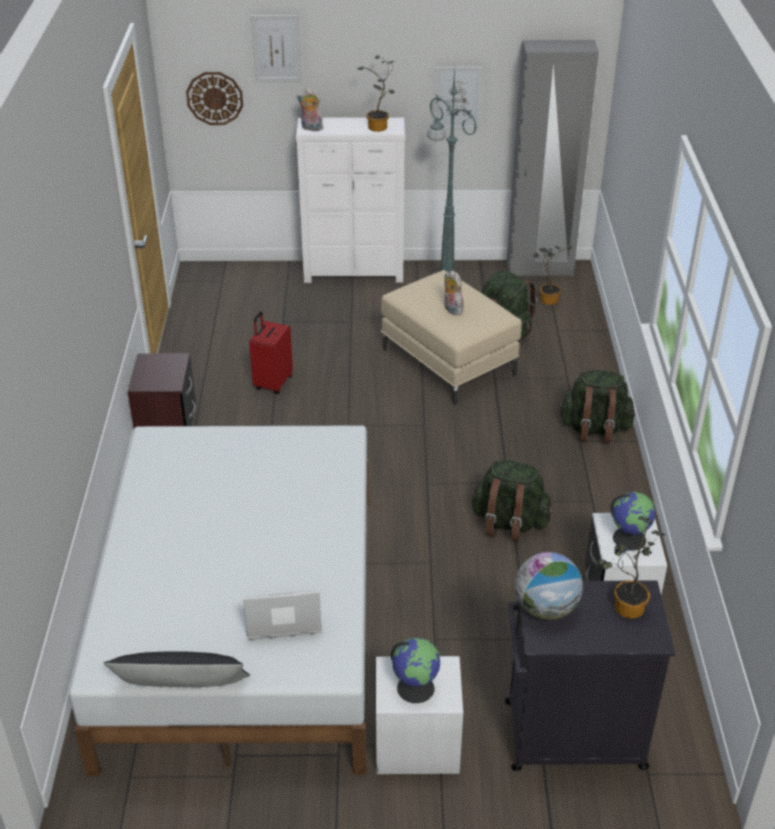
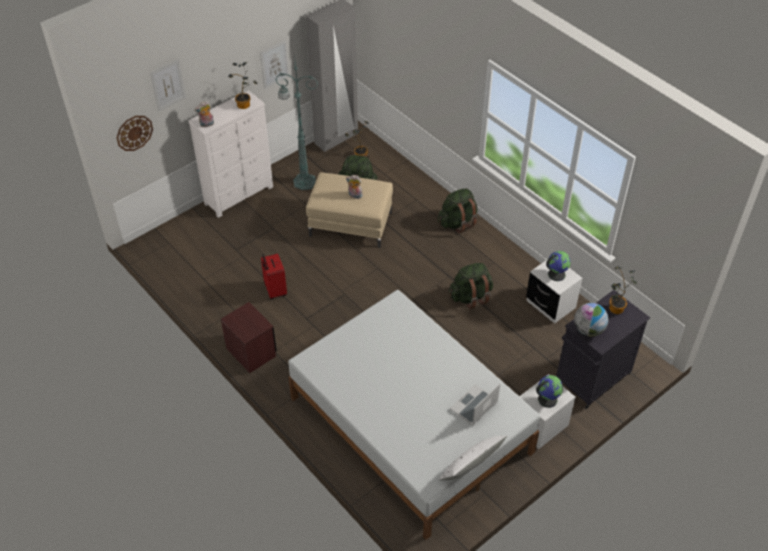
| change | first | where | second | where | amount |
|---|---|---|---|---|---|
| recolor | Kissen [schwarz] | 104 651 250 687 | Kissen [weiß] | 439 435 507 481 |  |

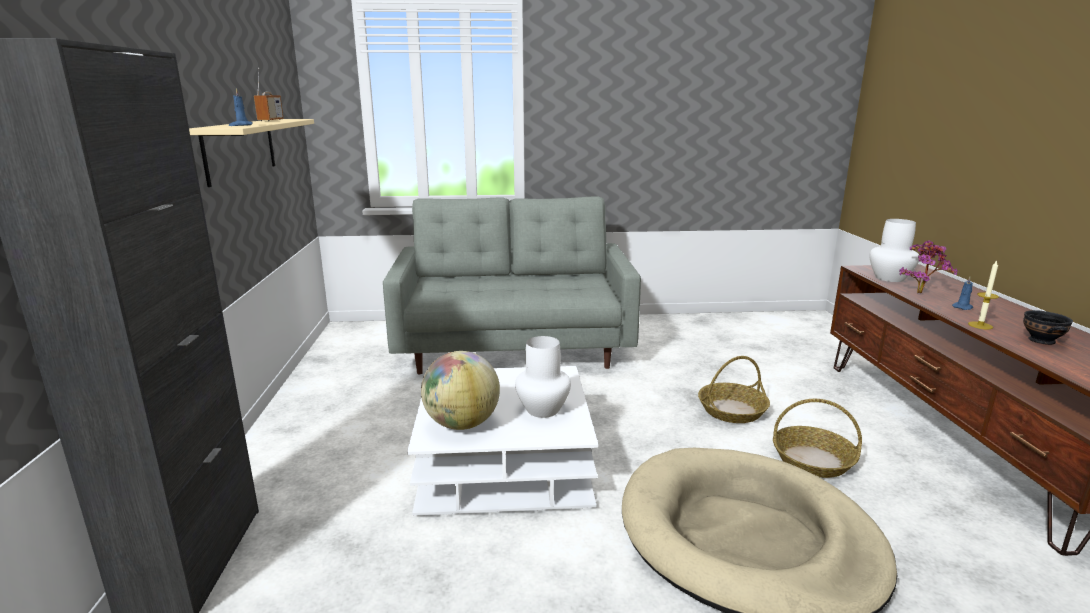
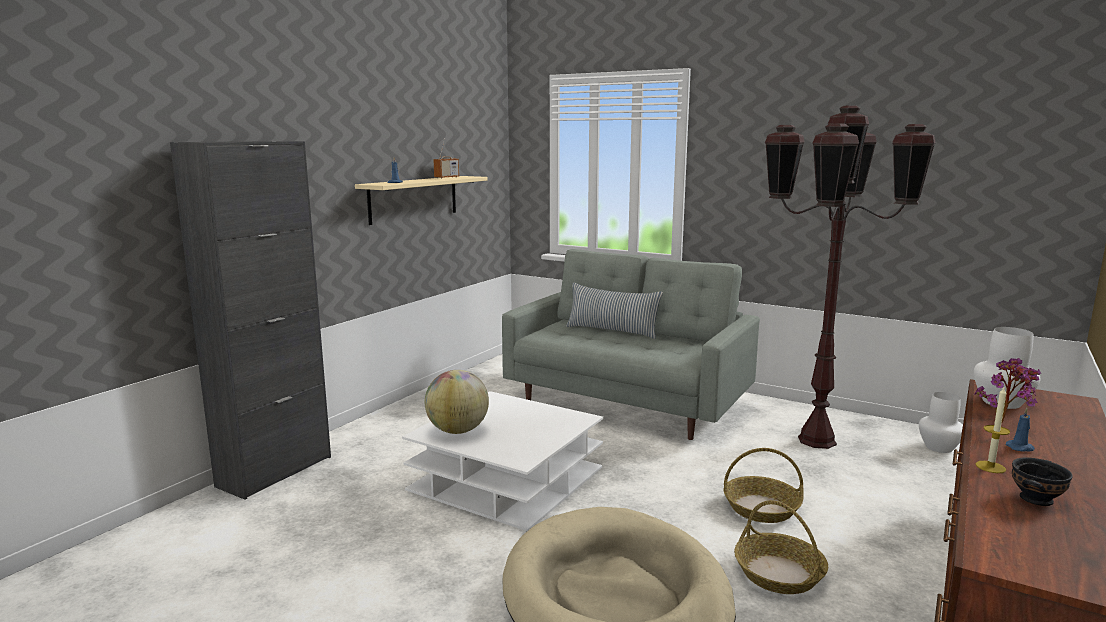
| change | first | where | second | where | amount |
|---|---|---|---|---|---|
| insert |  |  | Kissen | 566 283 663 339 |  |
| insert |  |  | Stehlampe [braun] | 765 105 935 449 |  |
| move | Vase [weiß] | 515 336 571 418 |  | 919 392 963 453 |  |

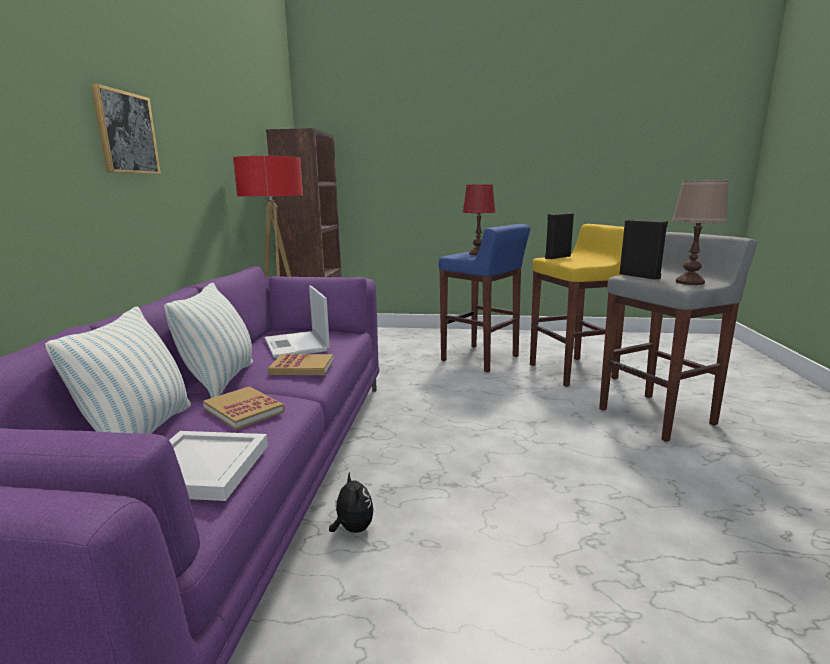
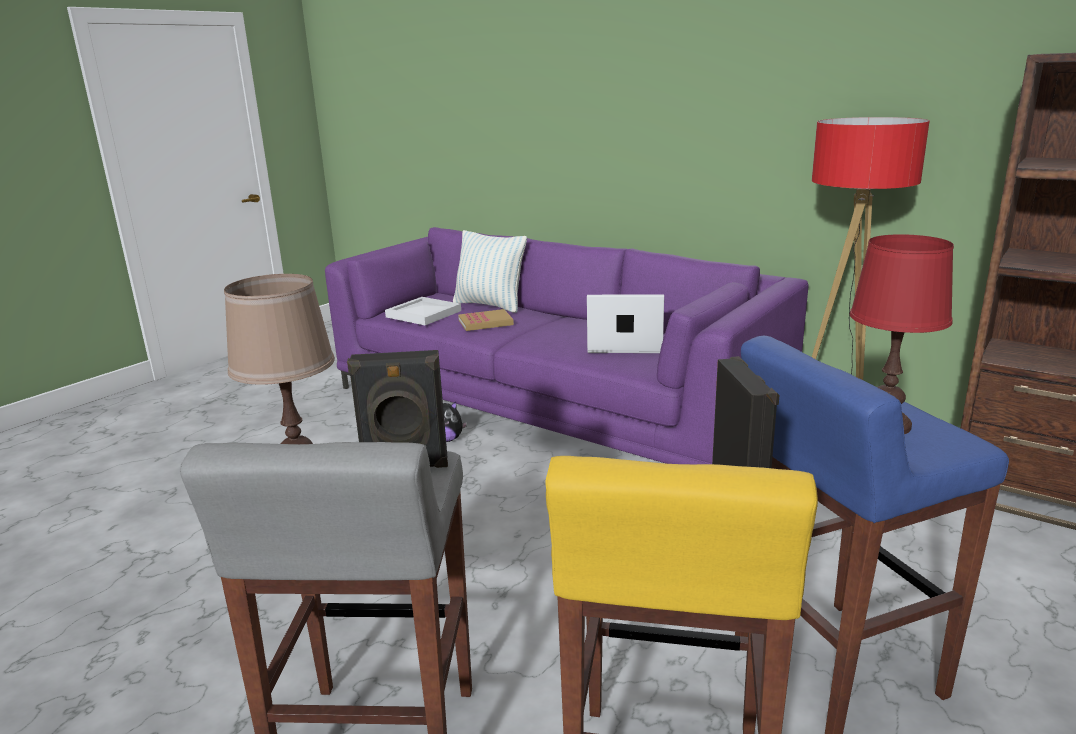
| change | first | where | second | where | amount |
|---|---|---|---|---|---|
| delete | Bild | 91 84 161 174 |  |  |  |
| delete | Kissen | 164 283 253 398 |  |  |  |
| delete | Buch | 268 354 333 375 |  |  |  |

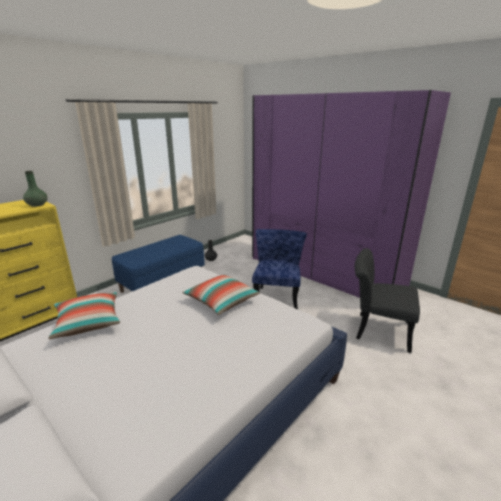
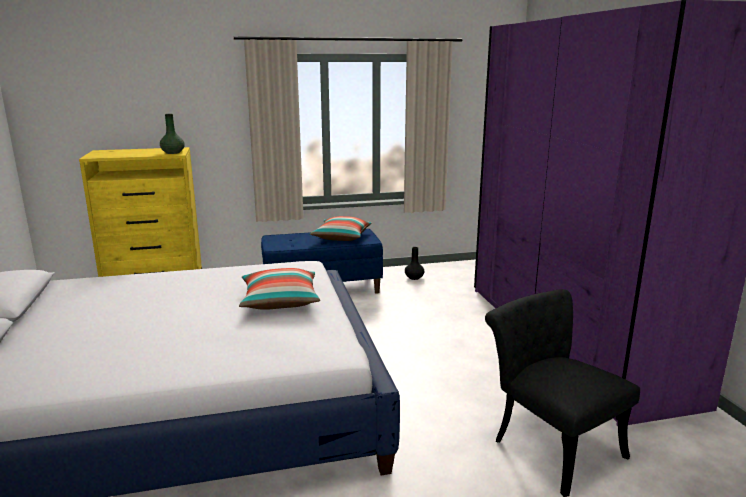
| change | first | where | second | where | amount |
|---|---|---|---|---|---|
| delete | Stuhl [blau] | 252 229 307 310 |  |  |  |
| move | Kissen | 48 292 120 339 |  | 310 216 371 241 |  |

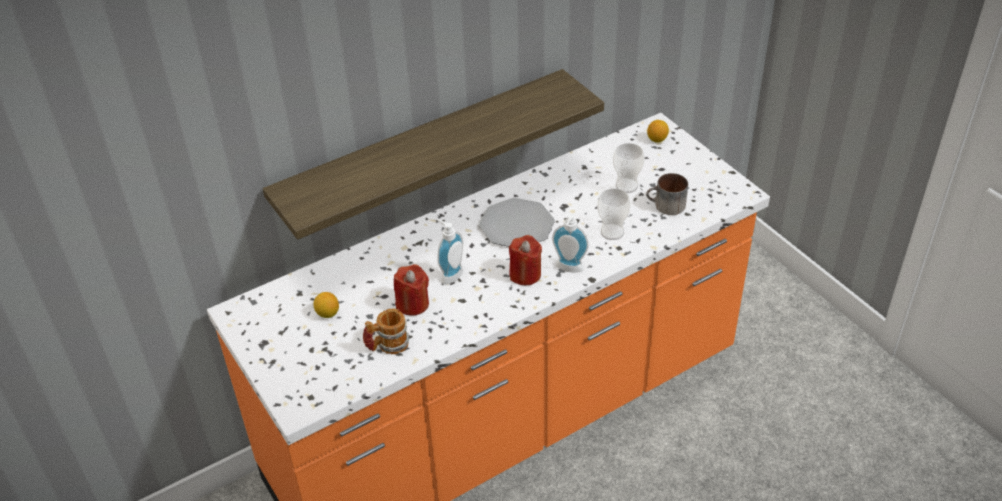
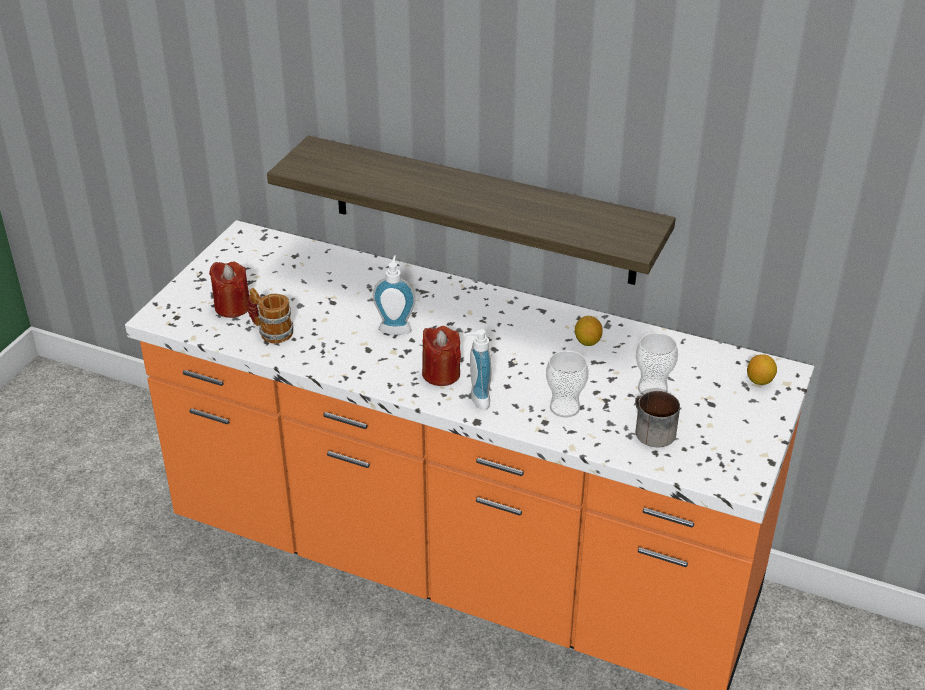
| change | first | where | second | where | amount |
|---|---|---|---|---|---|
| delete | Teller | 479 198 555 247 |  |  |  |
| move | Zitrone | 313 292 339 318 |  | 575 316 603 346 |  |
| move | Kerze [rot] | 394 264 429 316 |  | 209 262 249 318 |  |

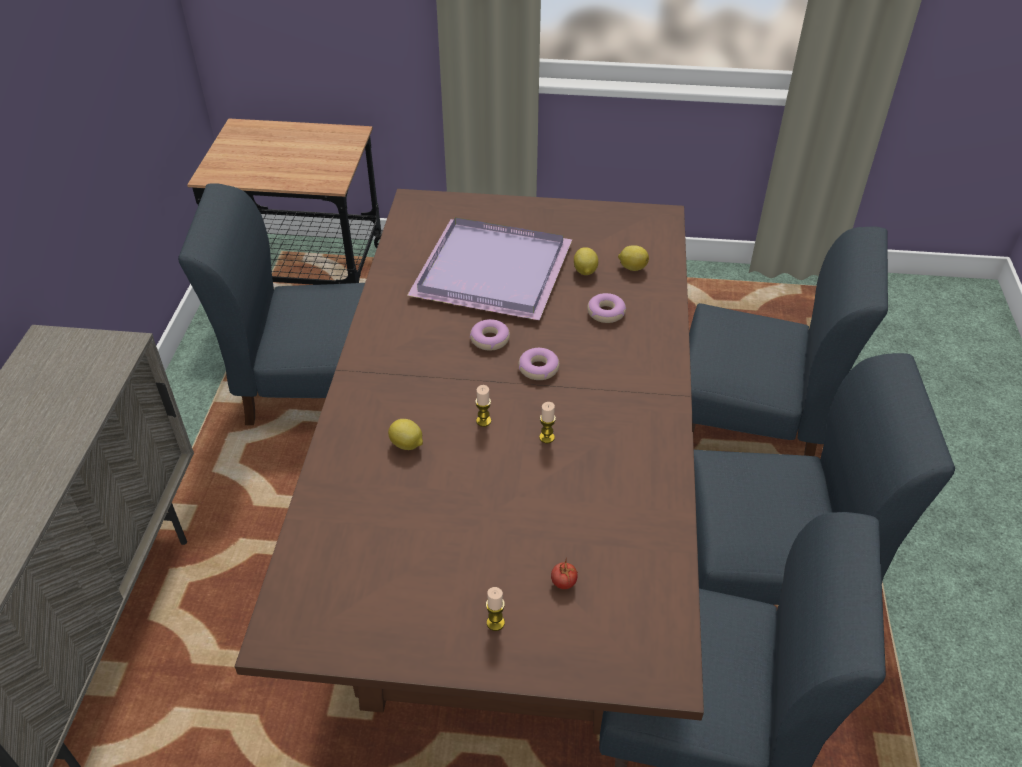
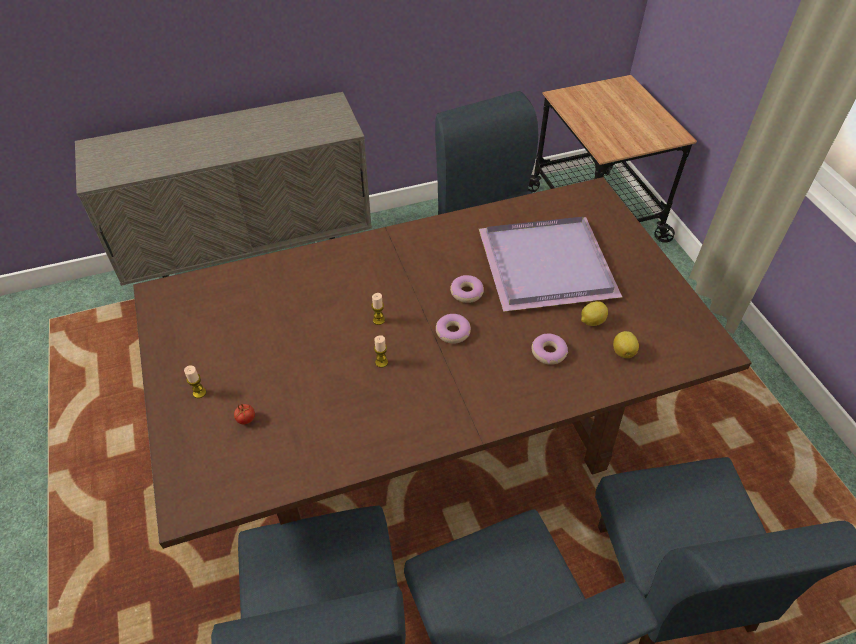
| change | first | where | second | where | amount |
|---|---|---|---|---|---|
| delete | Zitrone | 388 419 423 450 |  |  |  |

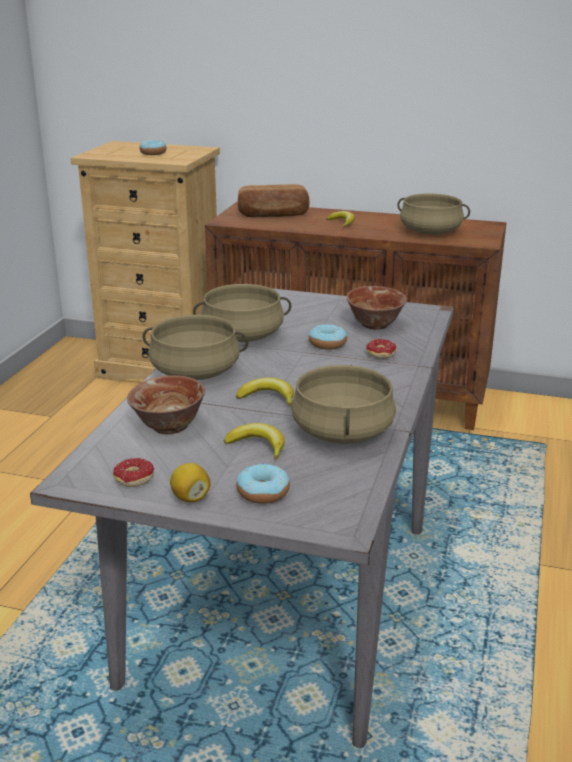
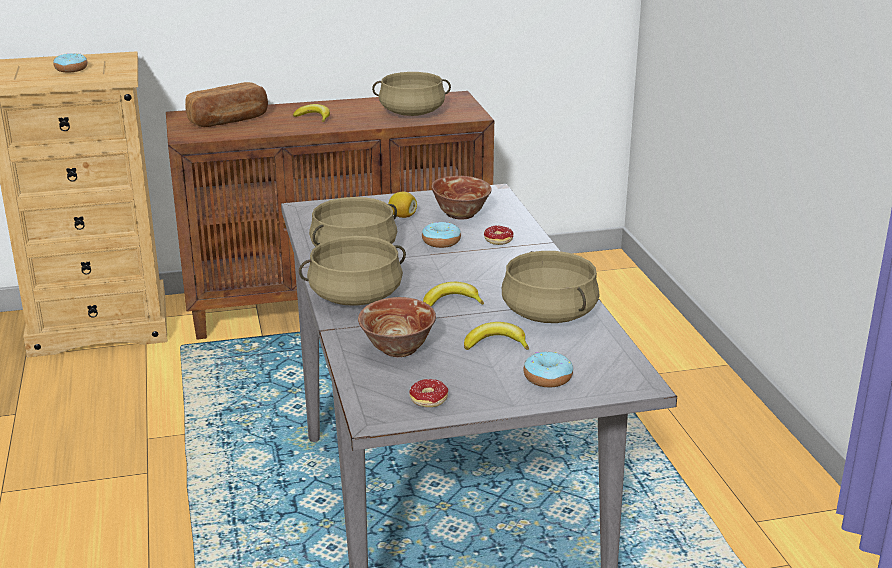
| change | first | where | second | where | amount |
|---|---|---|---|---|---|
| move | Zitrone | 170 463 210 502 |  | 388 192 417 218 |  |

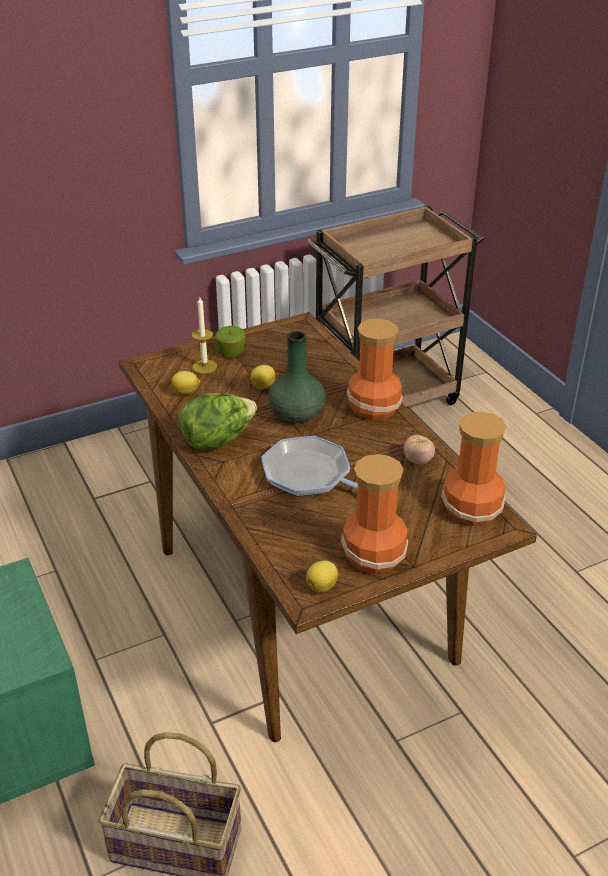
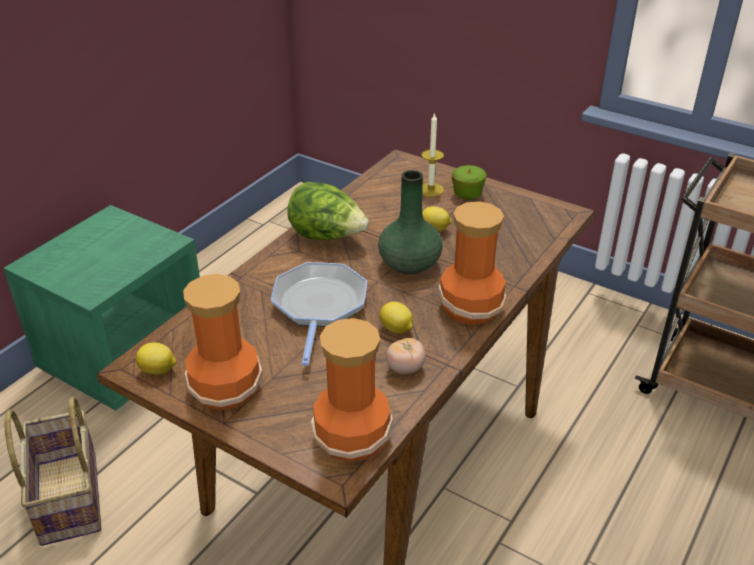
| change | first | where | second | where | amount |
|---|---|---|---|---|---|
| move | Zitrone | 171 371 200 395 |  | 379 302 413 334 |  |

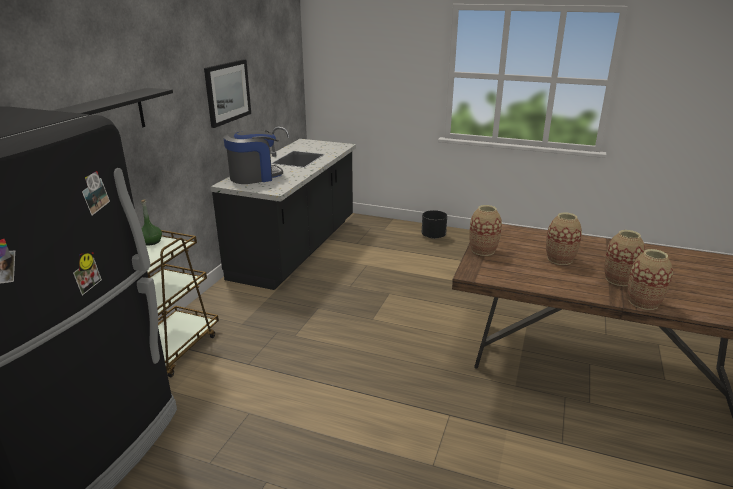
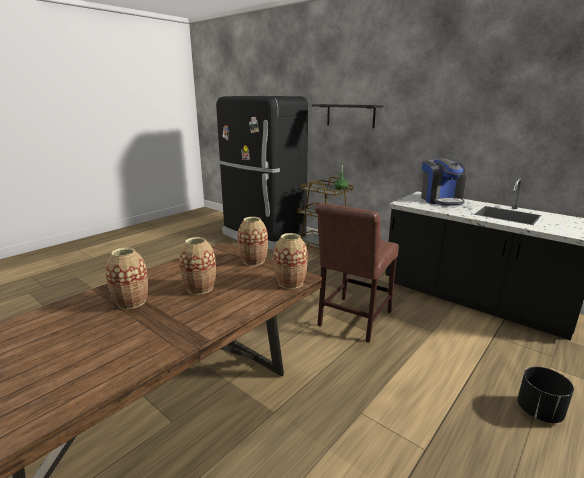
| change | first | where | second | where | amount |
|---|---|---|---|---|---|
| delete | Bild | 204 59 251 128 |  |  |  |
| insert |  |  | Stuhl [braun] | 315 203 399 343 |  |
| move | Vase | 628 249 673 310 |  | 274 233 308 289 |  |

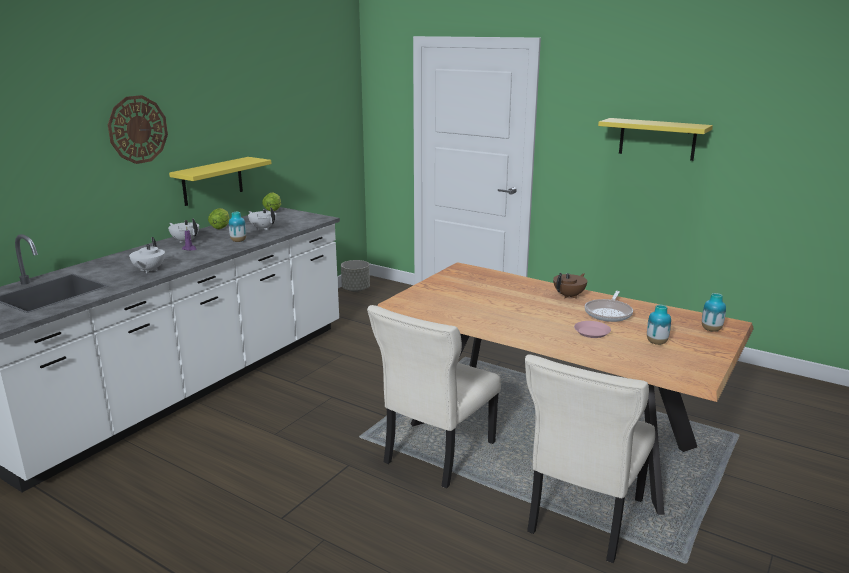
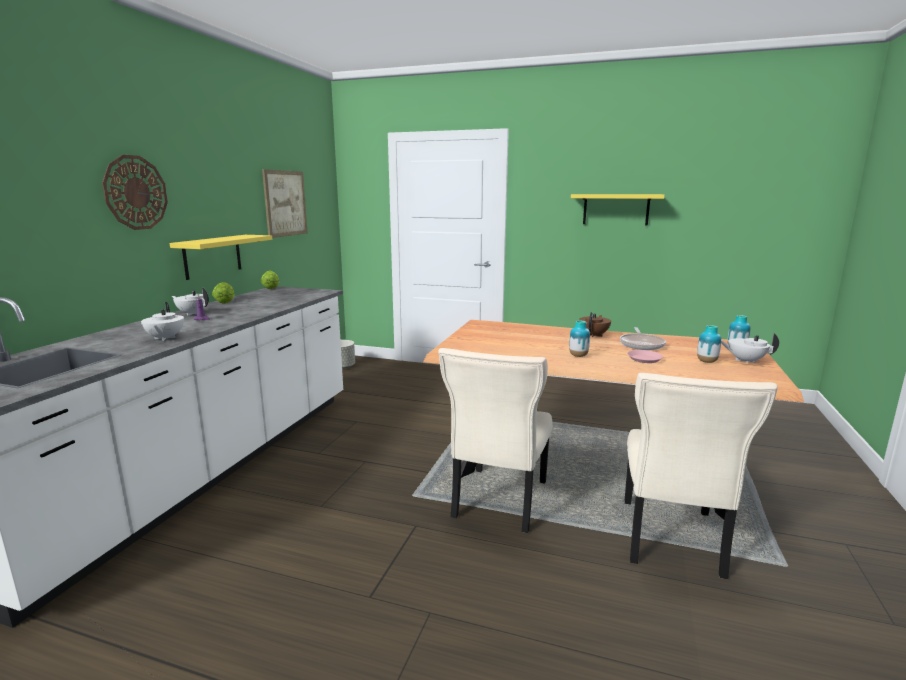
| change | first | where | second | where | amount |
|---|---|---|---|---|---|
| insert |  |  | Bild | 262 169 307 238 |  |
| move | Vase | 229 212 246 242 |  | 569 321 590 357 |  |
| move | Teekanne [weiß] | 248 207 276 230 |  | 721 333 779 364 |  |

